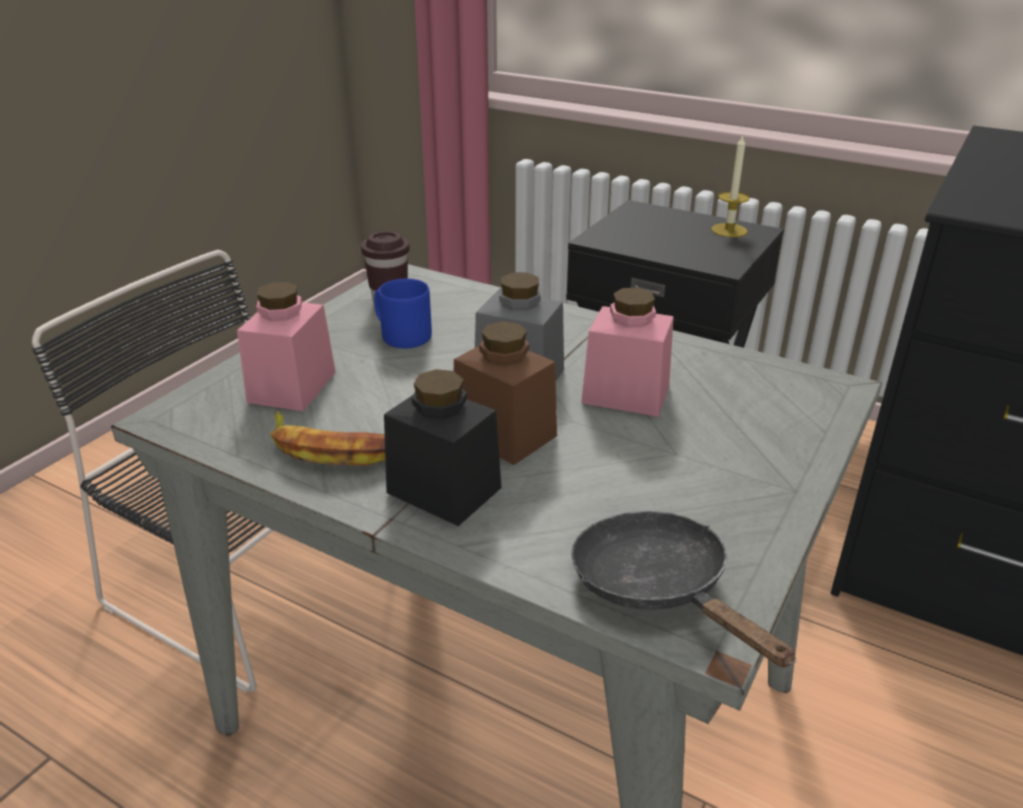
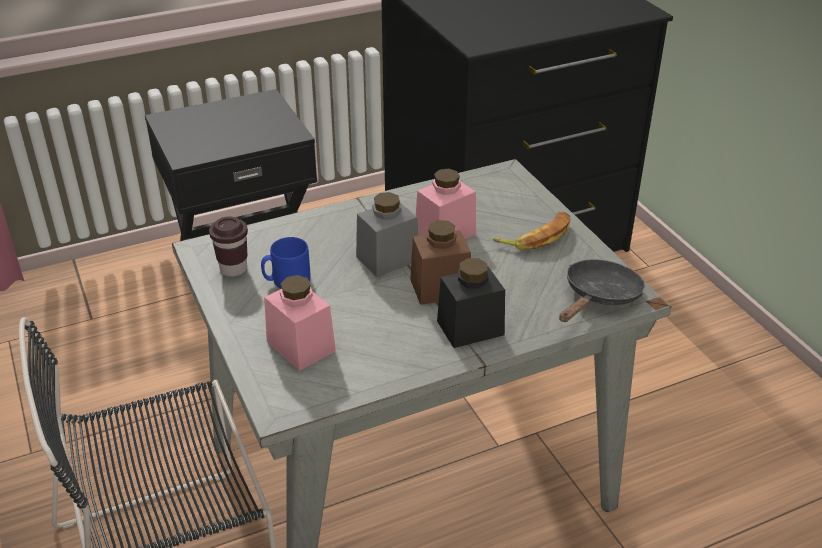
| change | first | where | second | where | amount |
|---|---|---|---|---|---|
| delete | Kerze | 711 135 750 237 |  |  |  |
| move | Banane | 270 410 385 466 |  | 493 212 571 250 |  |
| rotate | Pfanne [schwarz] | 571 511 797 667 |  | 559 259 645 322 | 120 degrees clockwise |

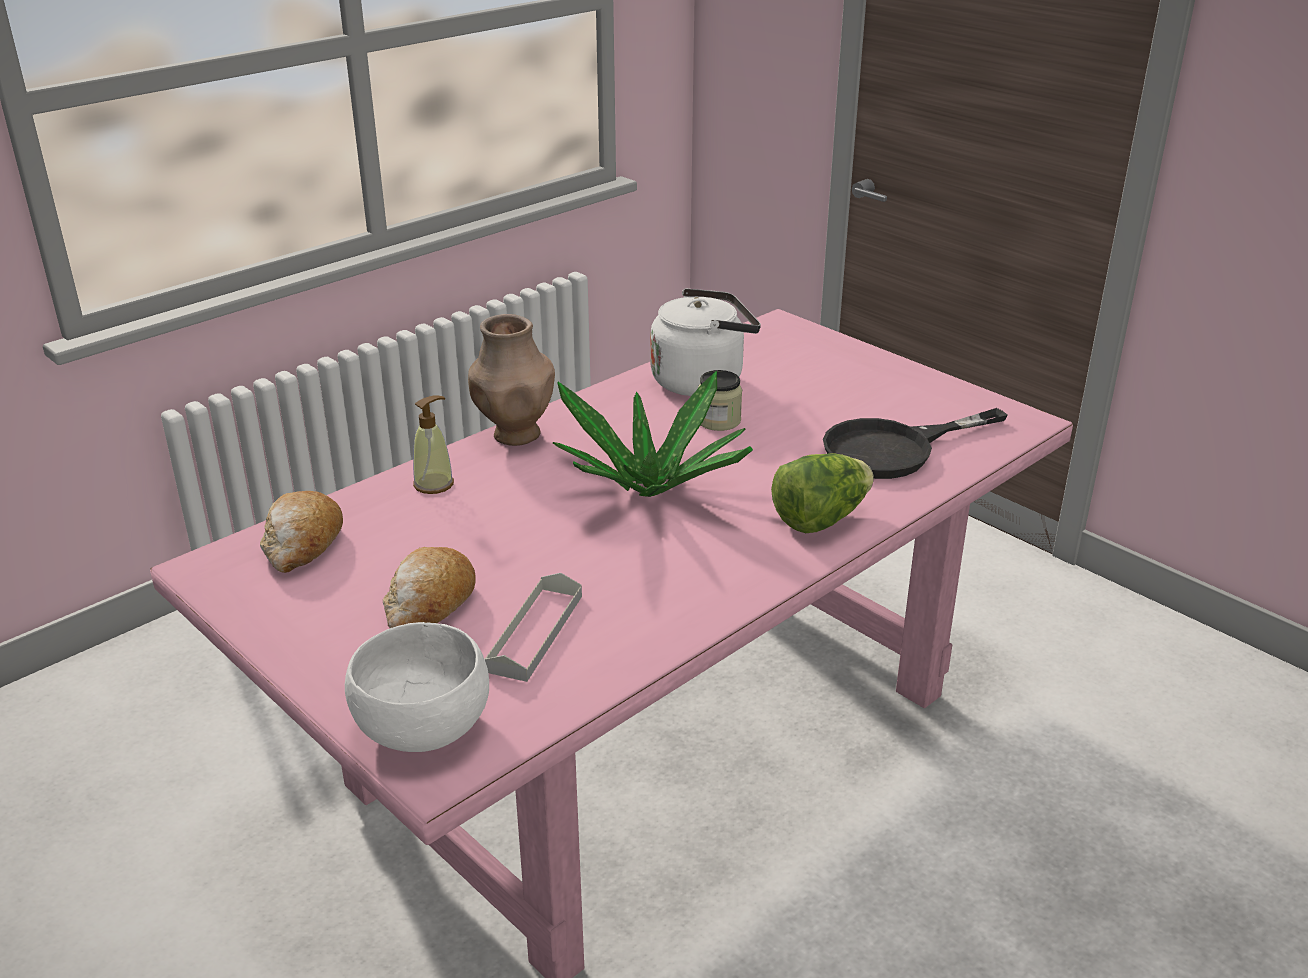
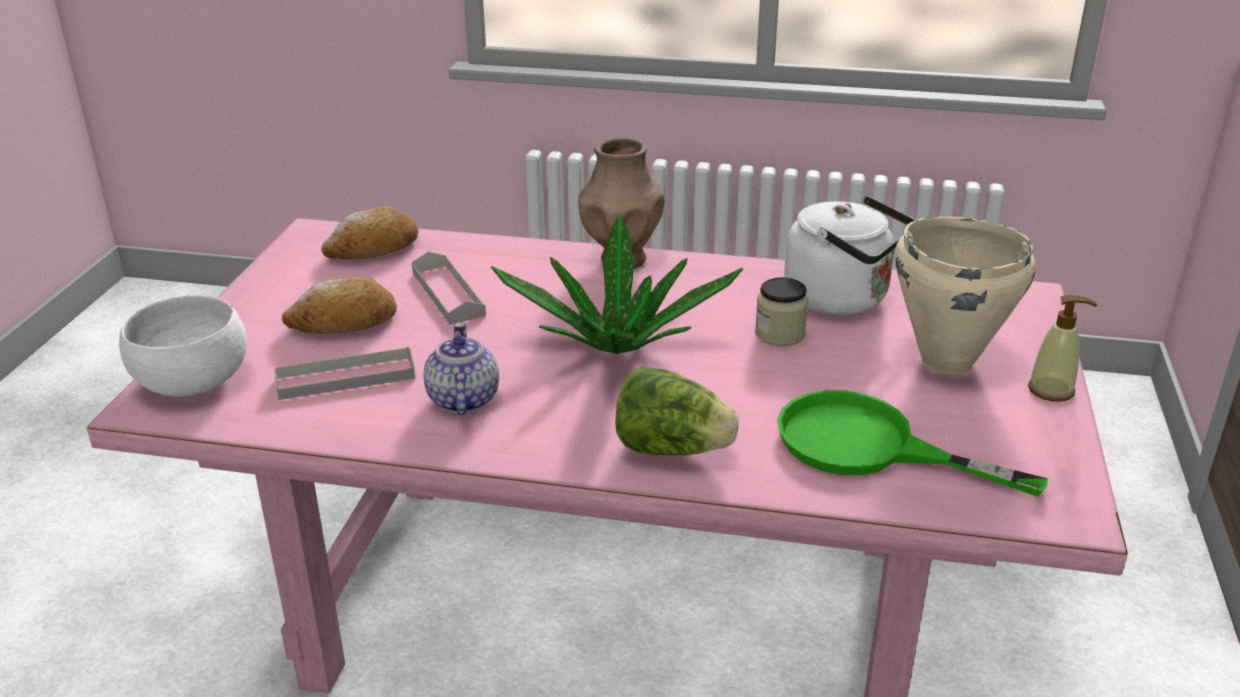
| change | first | where | second | where | amount |
|---|---|---|---|---|---|
| insert |  |  | Tablett [grau] | 412 251 486 325 |  |
| insert |  |  | Teekanne | 424 323 499 415 |  |
| insert |  |  | Kochtopf [beige] | 895 217 1036 374 |  |
| move | Seifenspender | 413 395 454 494 |  | 1028 295 1097 402 |  |
| recolor | Pfanne [schwarz] | 823 408 1008 479 | Pfanne [grün] | 777 390 1048 497 |  |

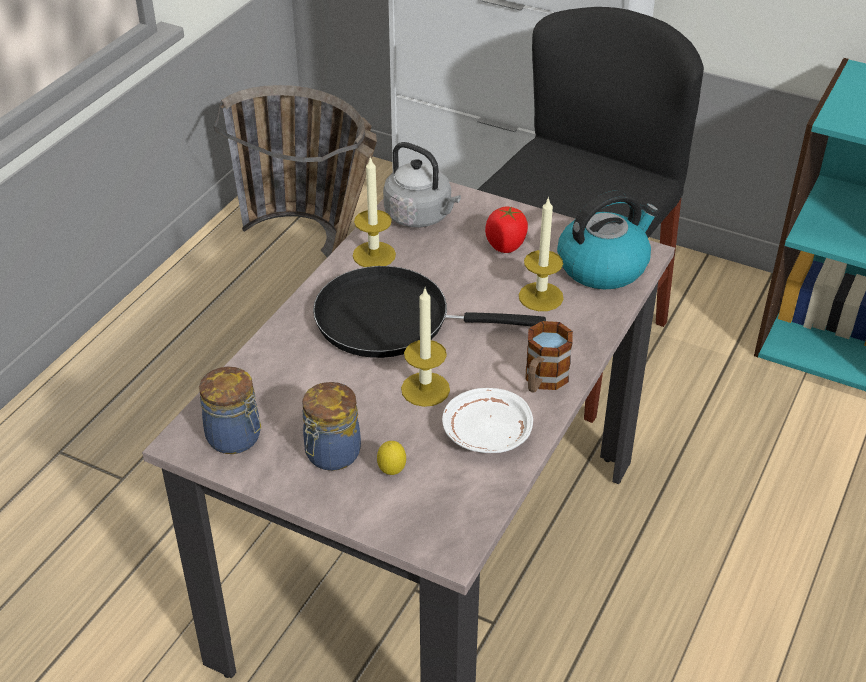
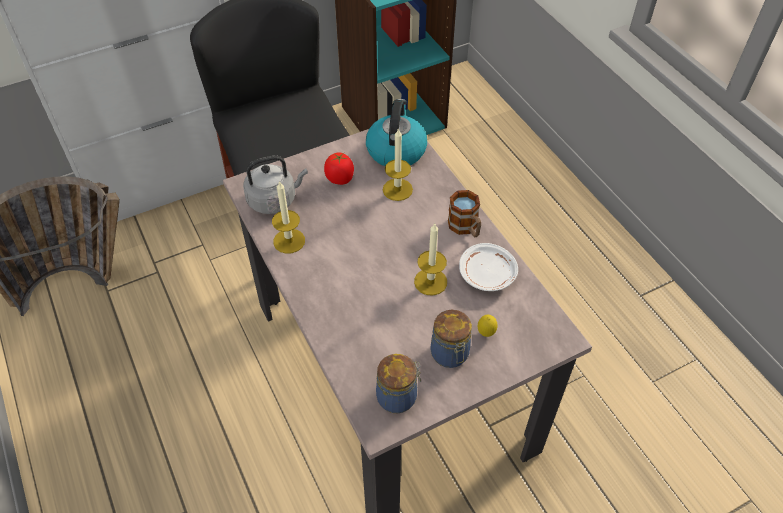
| change | first | where | second | where | amount |
|---|---|---|---|---|---|
| delete | Pfanne [schwarz] | 313 266 546 358 |  |  |  |

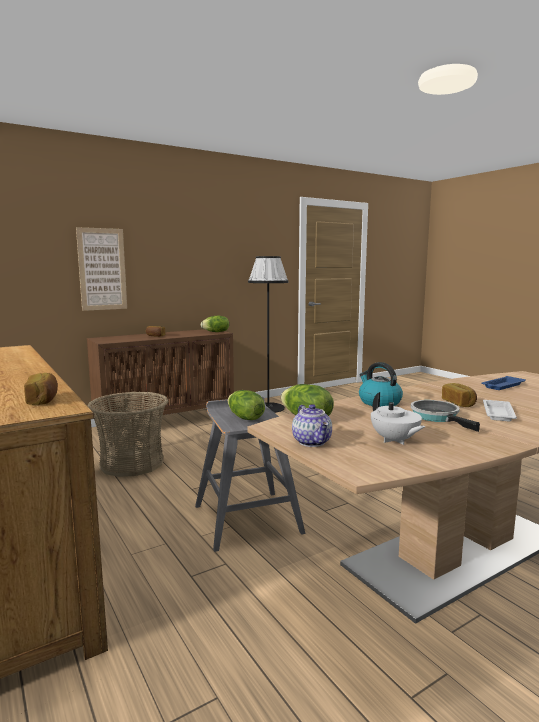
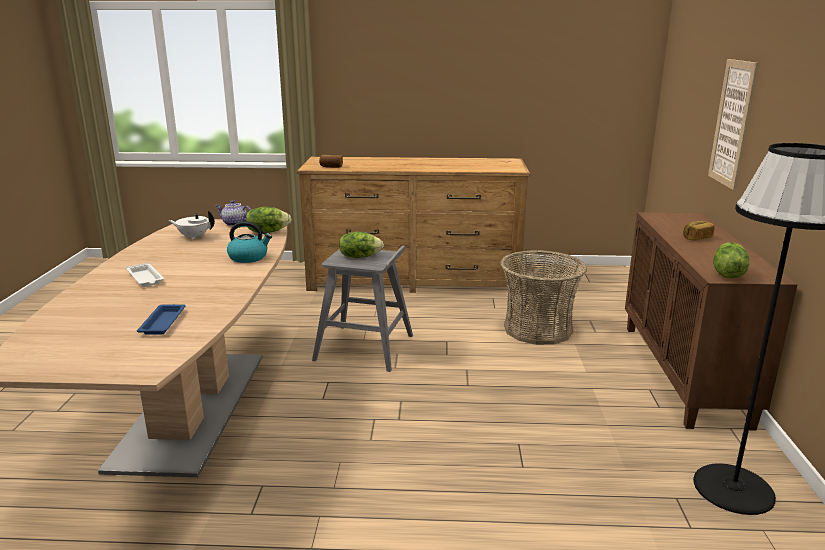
| change | first | where | second | where | amount |
|---|---|---|---|---|---|
| delete | Pfanne | 411 400 480 432 |  |  |  |
| delete | Brot | 442 383 477 407 |  |  |  |

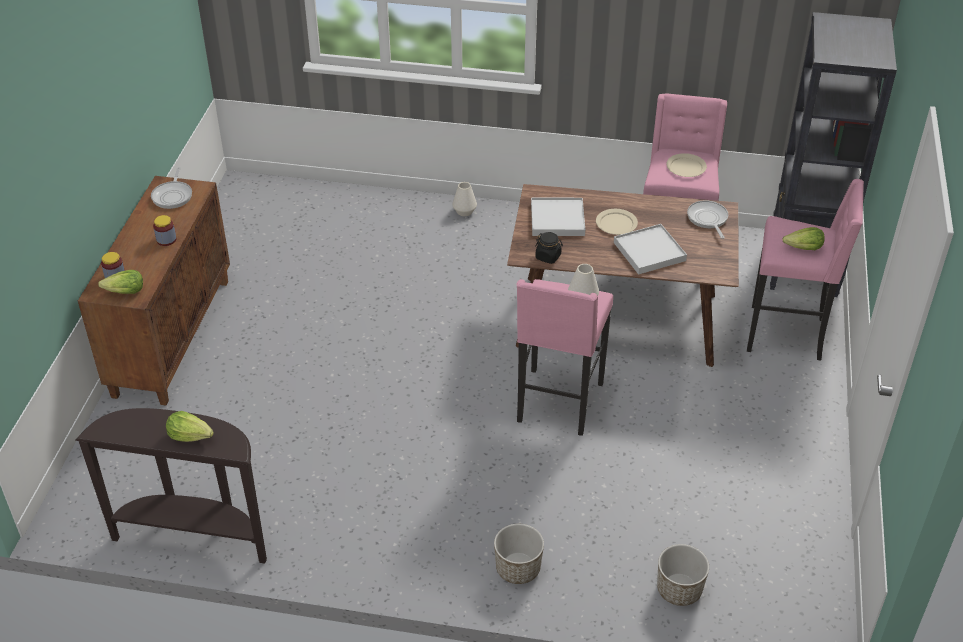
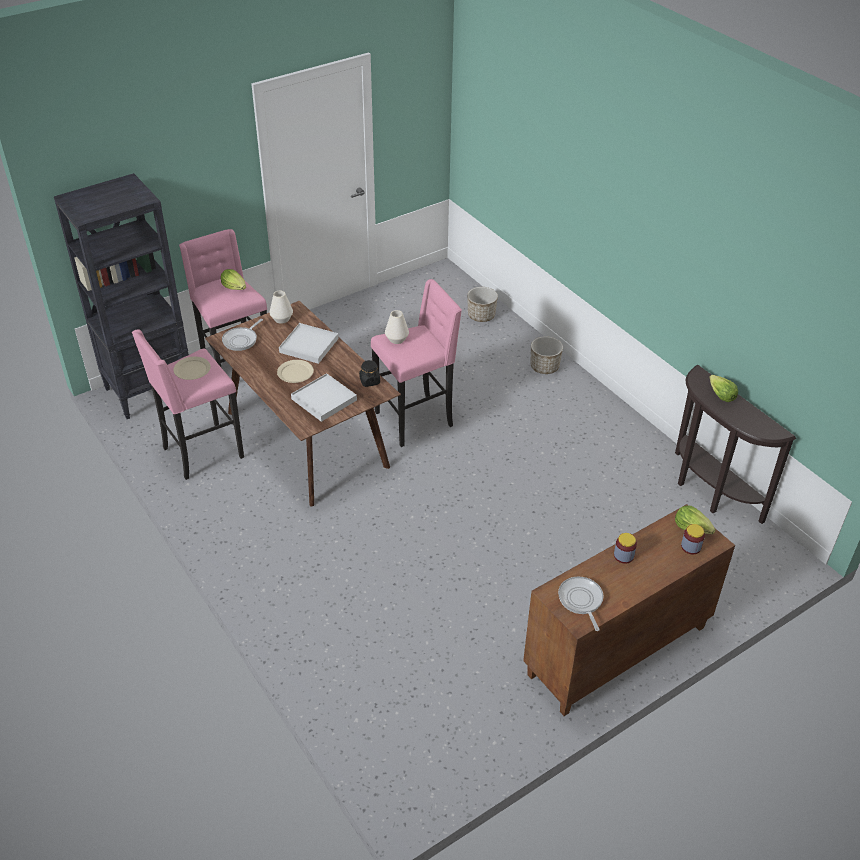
| change | first | where | second | where | amount |
|---|---|---|---|---|---|
| move | Vase [weiß] | 452 182 477 216 |  | 269 291 293 324 |  |
| rotate | Pfanne | 151 167 192 209 |  | 558 577 604 631 | 60 degrees counterclockwise |

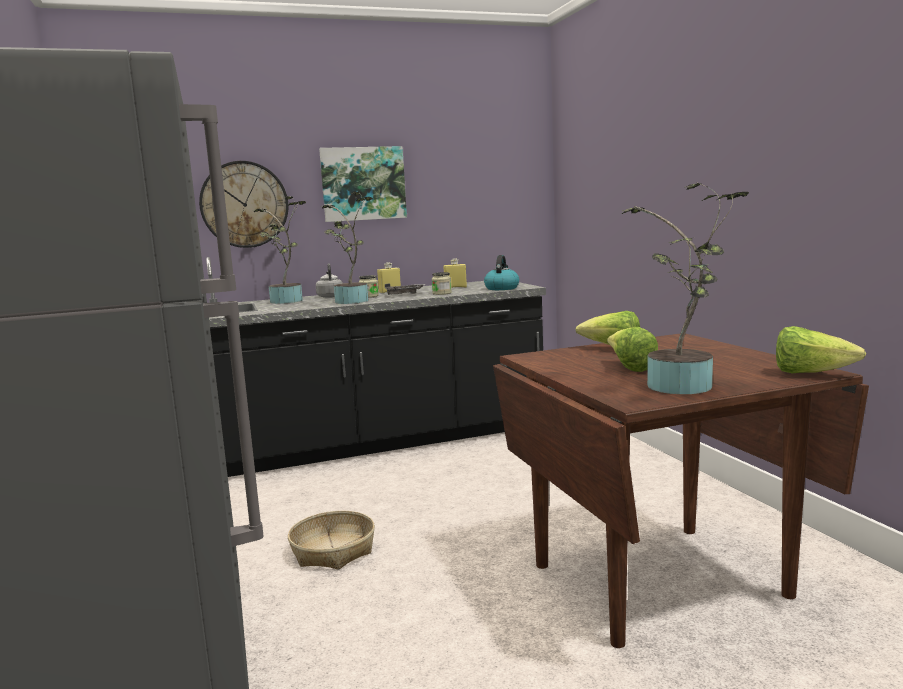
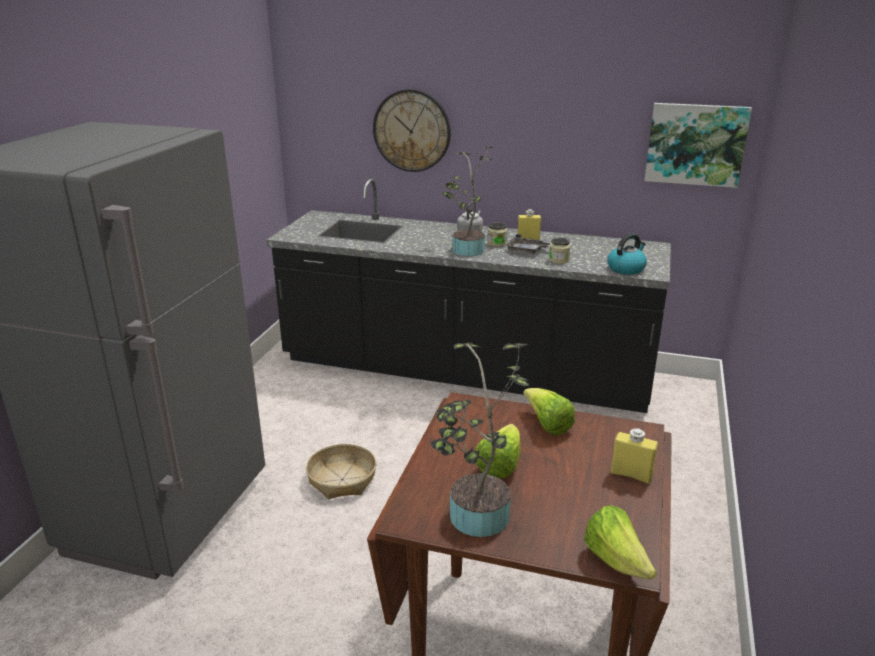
| change | first | where | second | where | amount |
|---|---|---|---|---|---|
| delete | Topfpflanze | 252 196 306 304 |  |  |  |
| move | Bild | 319 146 407 222 |  | 644 103 752 188 |  |
| move | Flasche [gelb] | 444 258 467 288 |  | 611 428 658 484 |  |

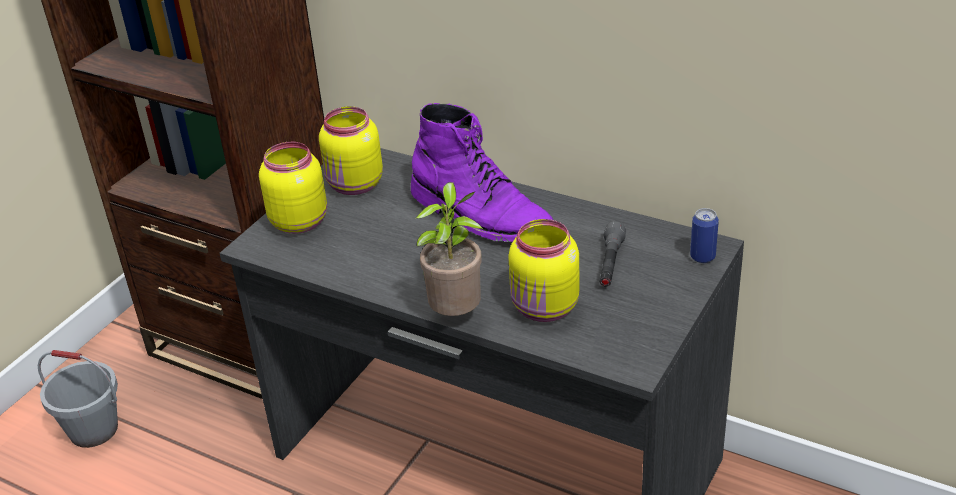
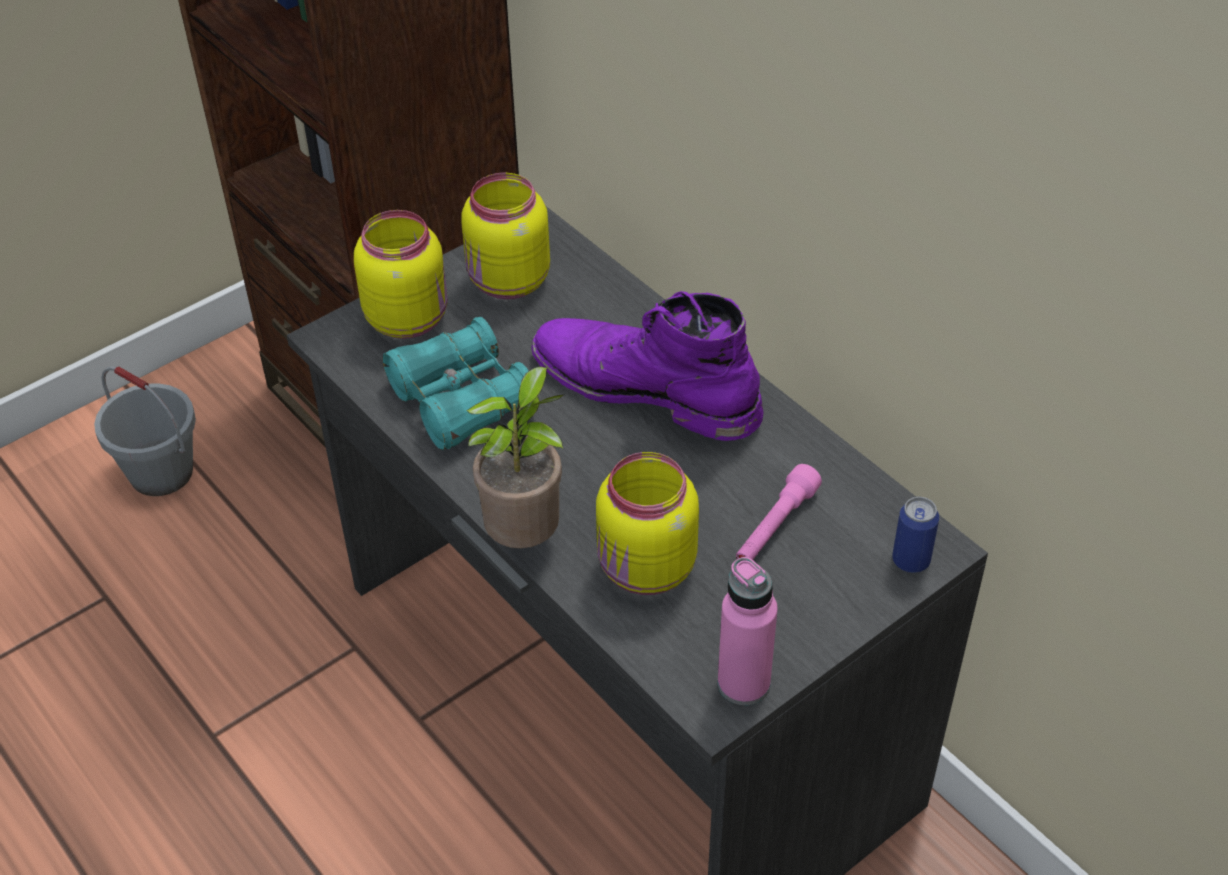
| change | first | where | second | where | amount |
|---|---|---|---|---|---|
| insert |  |  | Fernglas [türkis] | 383 317 539 450 |  |
| insert |  |  | Flasche [rosa] | 718 557 778 705 |  |
| recolor | Taschenlampe [grau] | 600 221 626 286 | Taschenlampe [rosa] | 736 464 822 560 |  |
| rotate | Stiefel [lila] | 411 103 553 242 |  | 531 291 763 441 | 150 degrees clockwise |

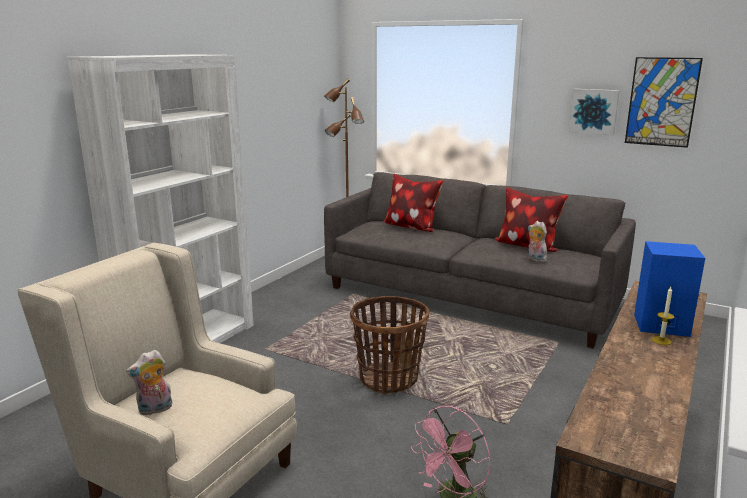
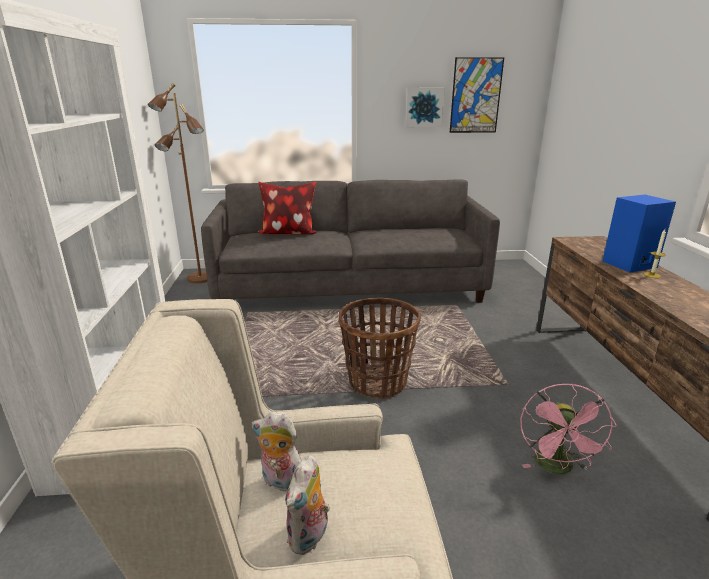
| change | first | where | second | where | amount |
|---|---|---|---|---|---|
| delete | Kissen | 494 187 568 252 |  |  |  |
| move | Plüschtier | 528 221 548 262 |  | 252 412 301 491 |  |

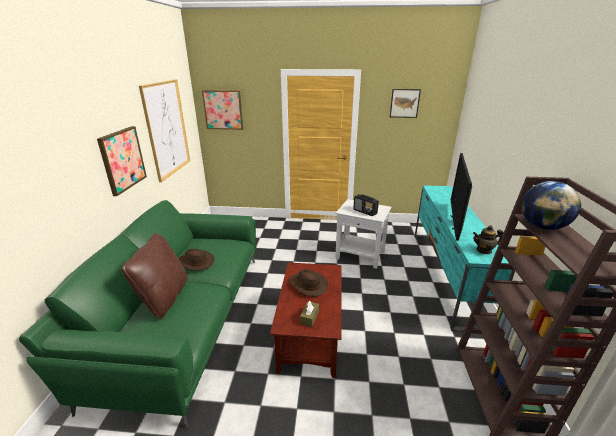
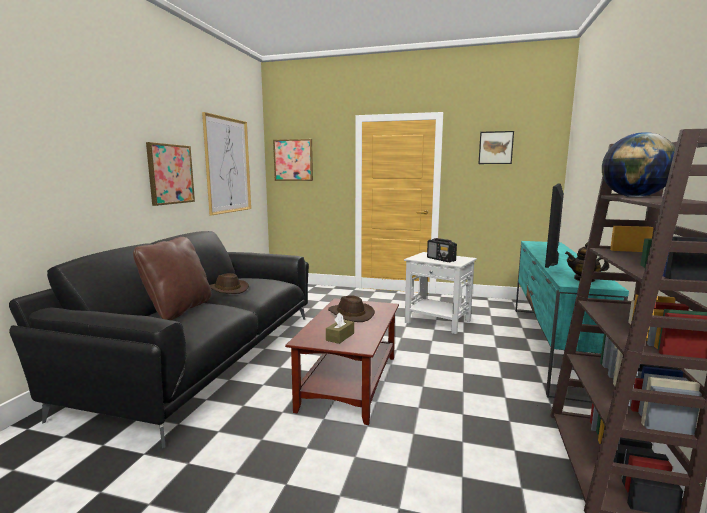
| change | first | where | second | where | amount |
|---|---|---|---|---|---|
| recolor | Sofa [grün] | 19 200 256 428 | Sofa [schwarz] | 9 231 309 448 |  |

